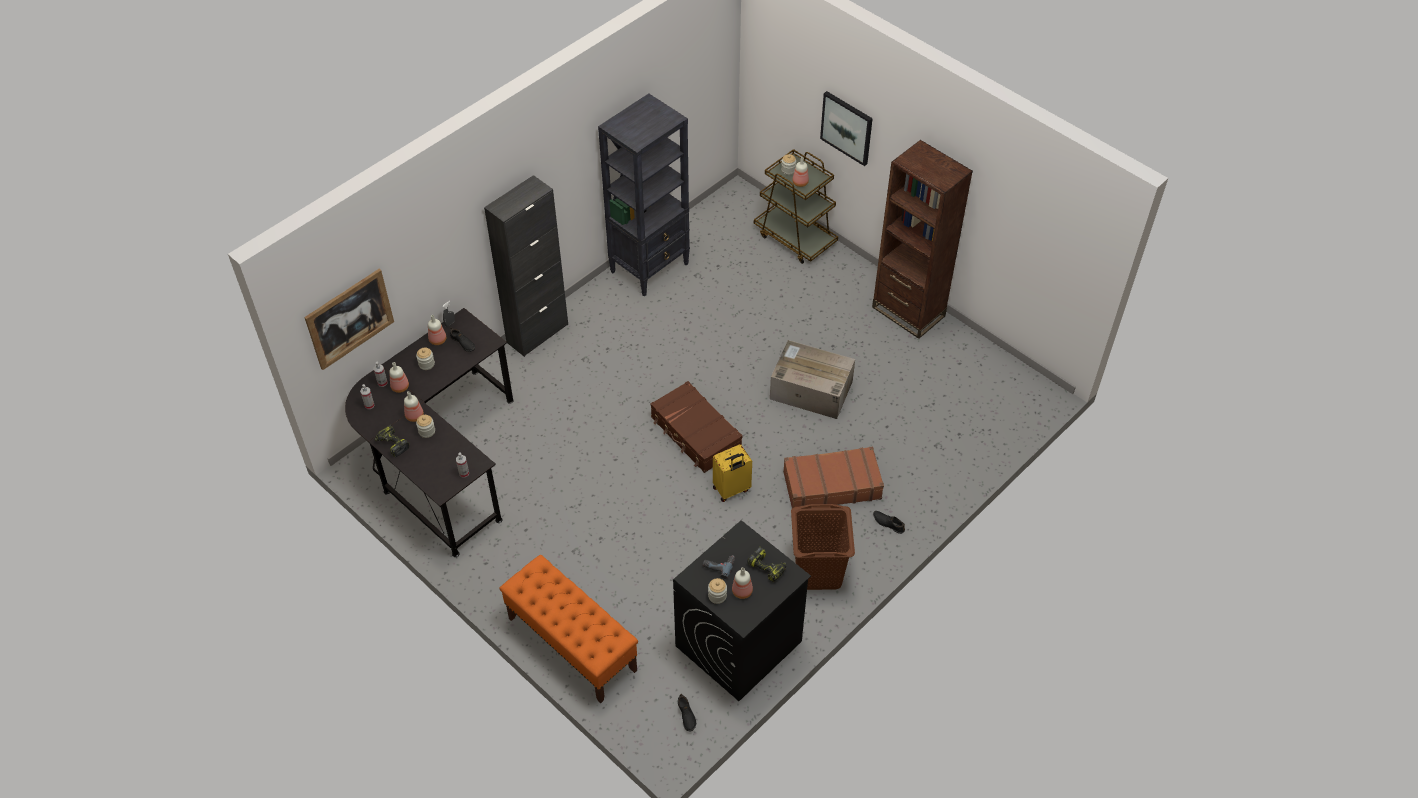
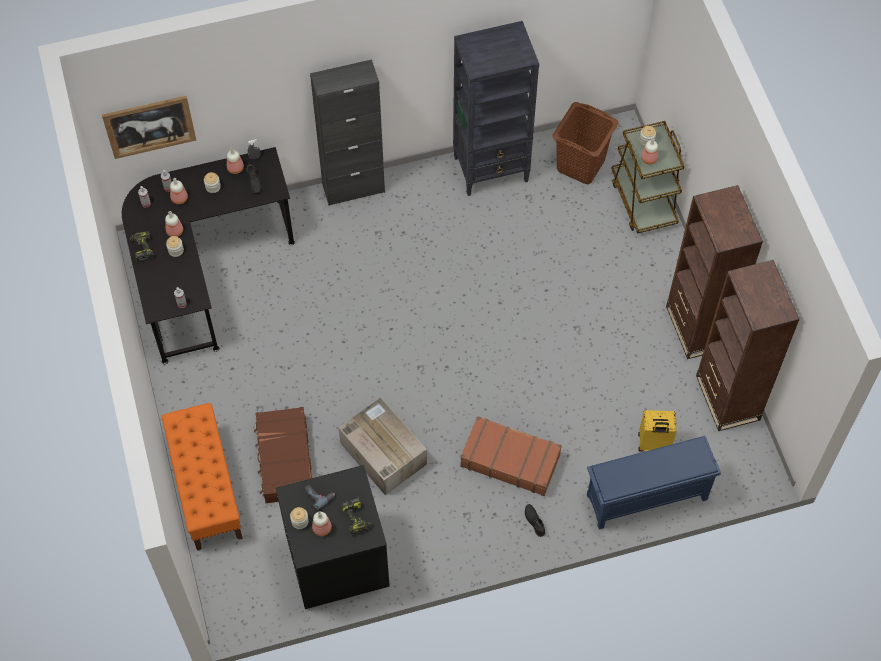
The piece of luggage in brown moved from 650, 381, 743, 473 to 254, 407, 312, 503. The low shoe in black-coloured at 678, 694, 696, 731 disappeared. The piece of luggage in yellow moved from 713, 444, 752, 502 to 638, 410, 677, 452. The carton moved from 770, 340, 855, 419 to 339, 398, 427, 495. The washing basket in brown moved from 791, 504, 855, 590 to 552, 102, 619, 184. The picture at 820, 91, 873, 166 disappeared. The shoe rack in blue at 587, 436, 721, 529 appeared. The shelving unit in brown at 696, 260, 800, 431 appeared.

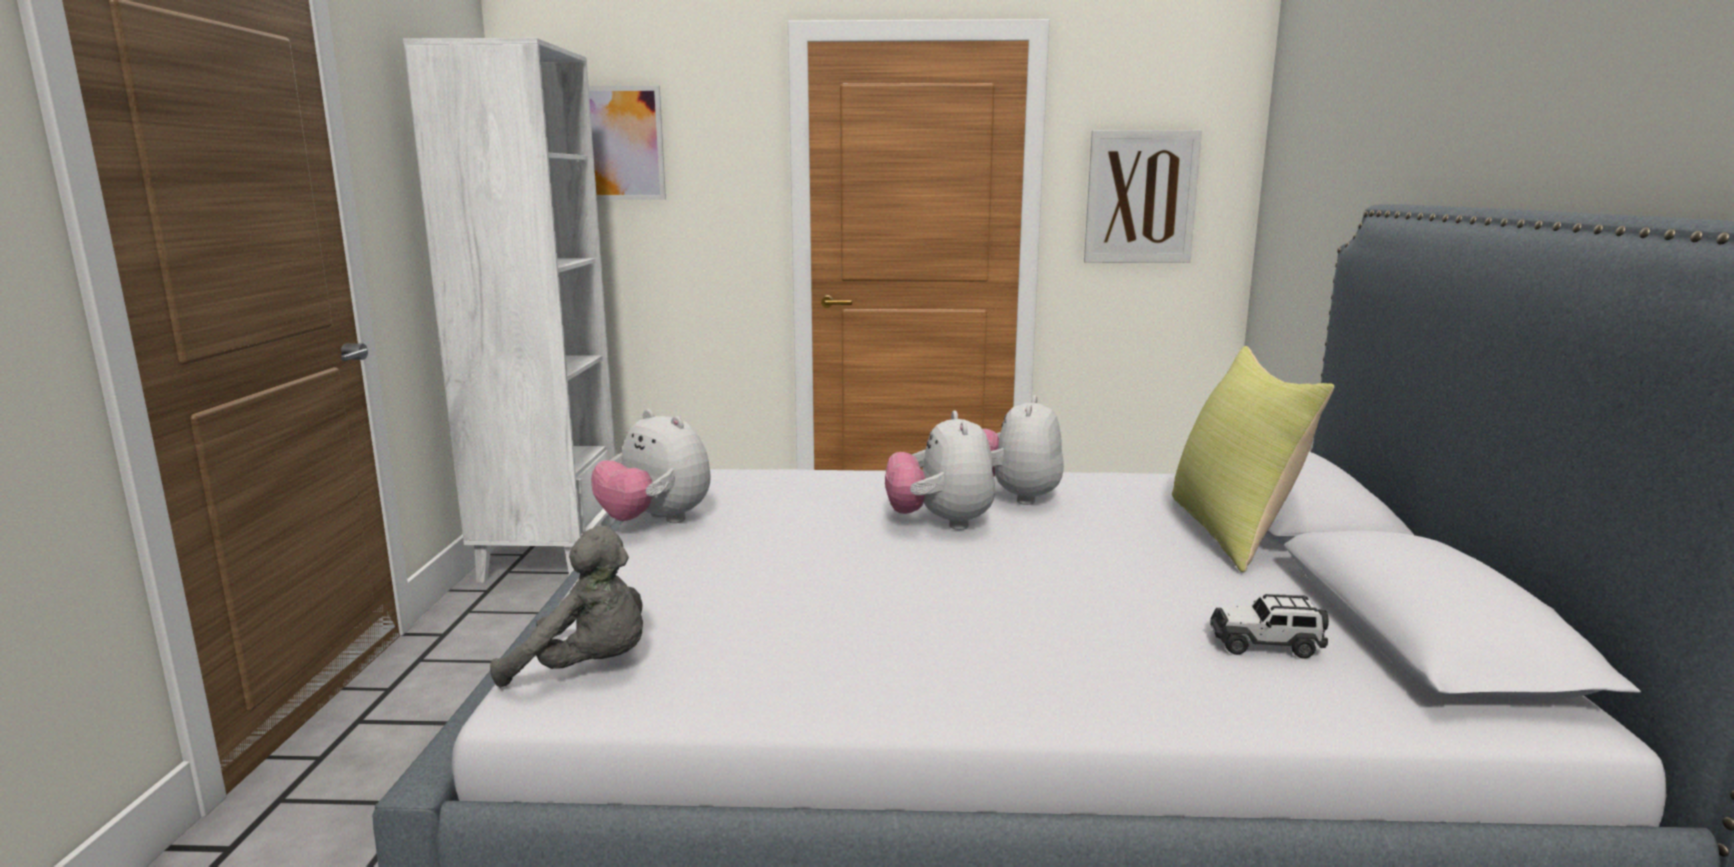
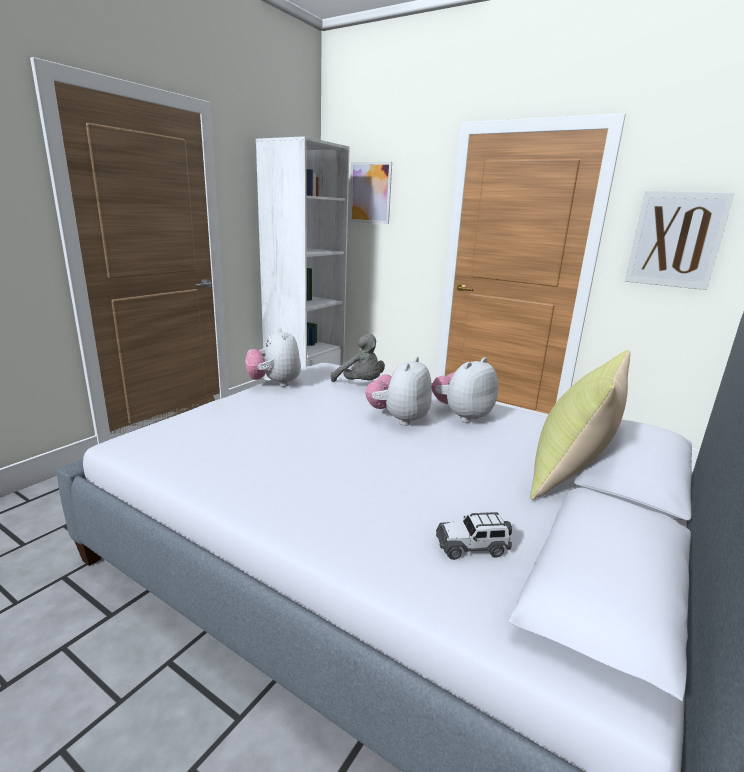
The cuddly toy in grey moved from 490, 526, 643, 688 to 331, 333, 385, 382. The toy car at 1210, 594, 1329, 659 turned 45 degrees counterclockwise.

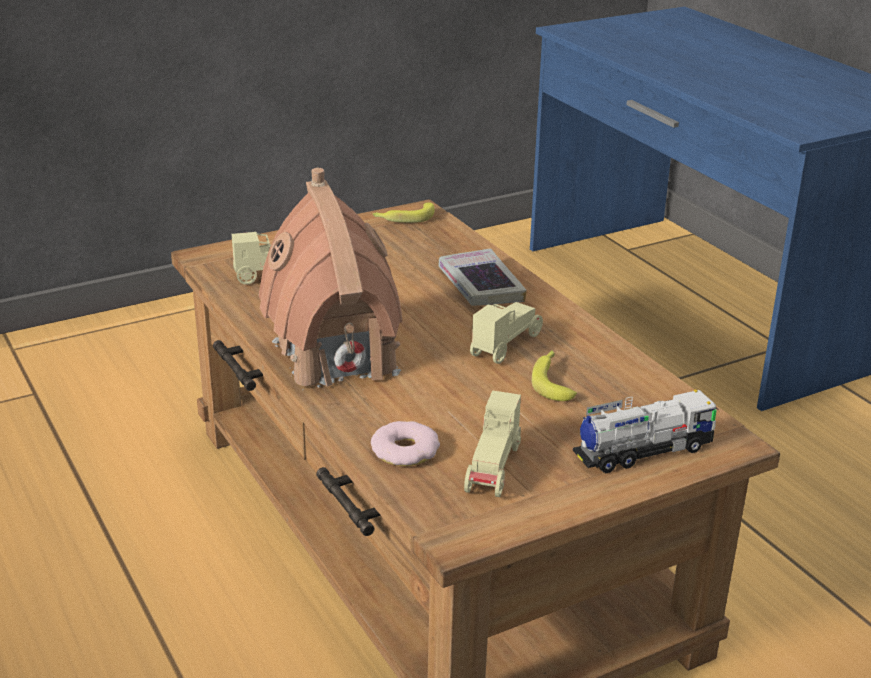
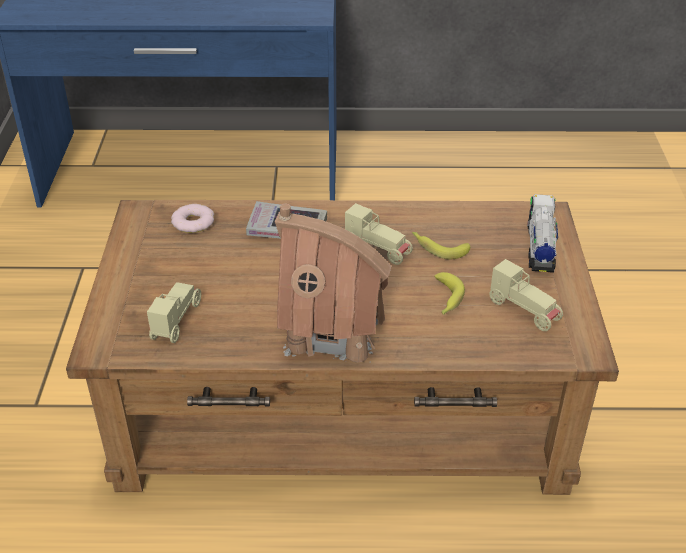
The doughnut moved from 371, 421, 440, 466 to 171, 204, 214, 233. The banana fruit moved from 372, 202, 435, 223 to 434, 272, 465, 315. The toy car in sand-coloured at 470, 302, 543, 364 turned 150 degrees clockwise.

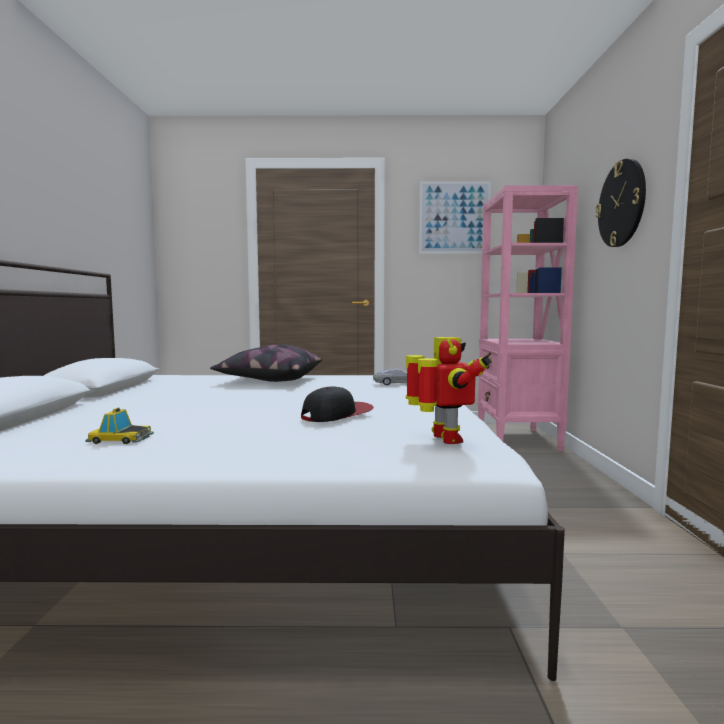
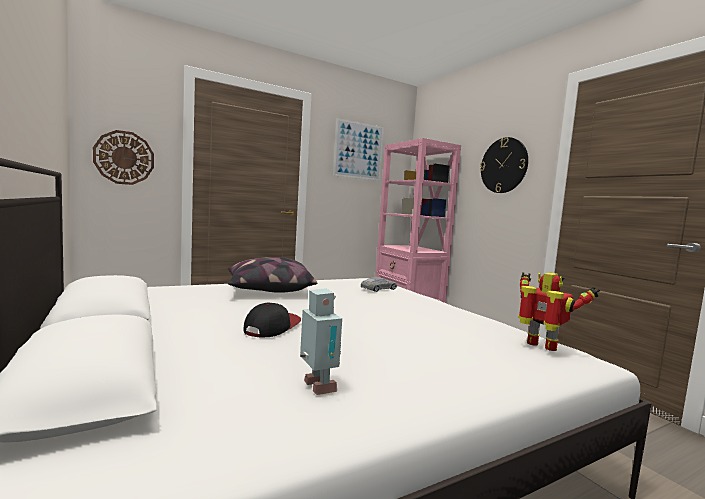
The toy car at 85, 408, 154, 444 was replaced by the model robot at 300, 288, 342, 395. The baseball cap moved from 301, 386, 374, 422 to 243, 303, 301, 337. The hanging clock at 93, 130, 154, 185 appeared.

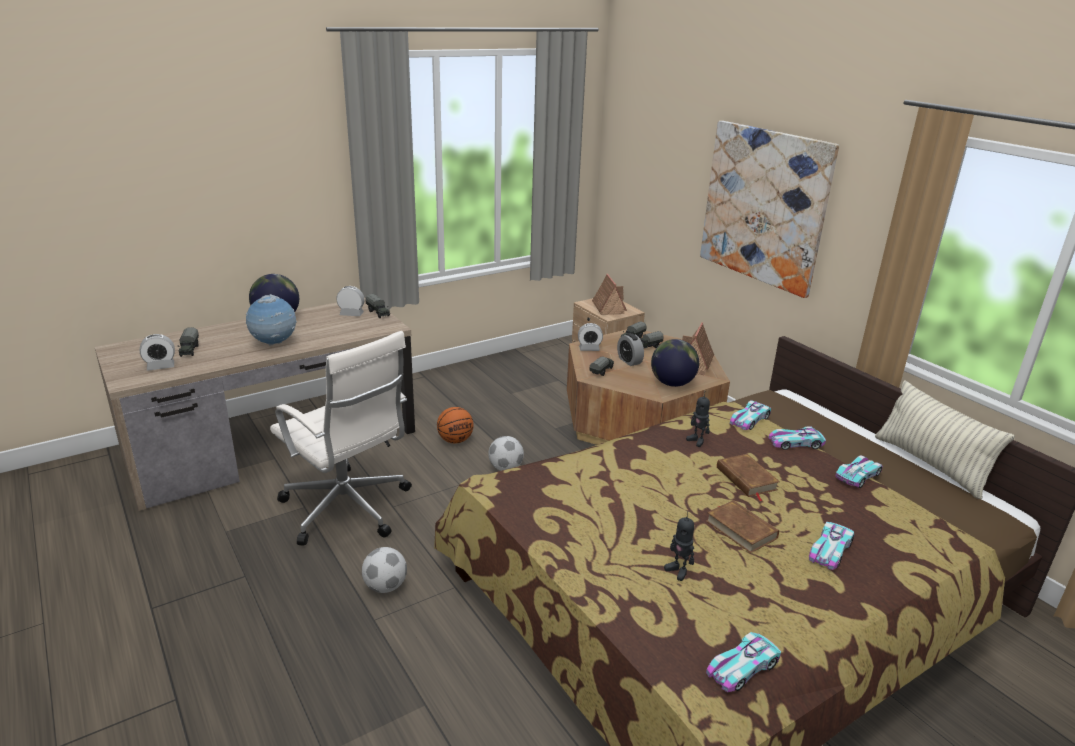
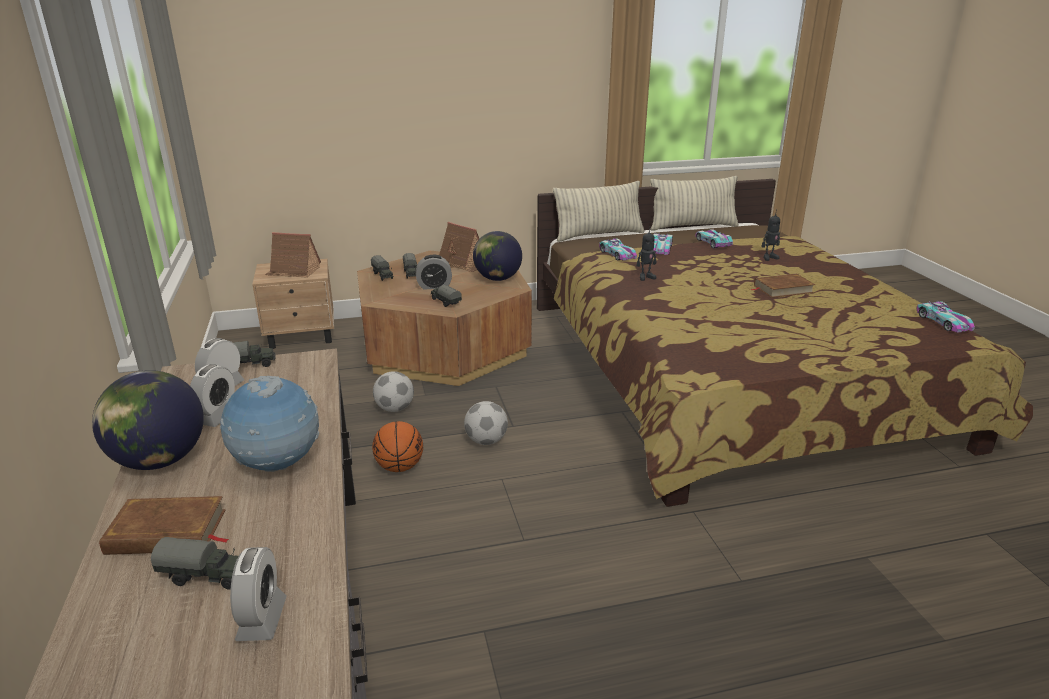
The computer chair in whitish at 270, 331, 412, 546 disappeared. The football ball moved from 362, 547, 407, 593 to 373, 371, 414, 412. The table clock moved from 578, 323, 603, 351 to 190, 364, 235, 427. The model robot moved from 664, 511, 694, 581 to 761, 214, 780, 261. The picture at 700, 121, 839, 298 disappeared. The book in brown moved from 717, 454, 780, 501 to 99, 496, 229, 555. The toy car at 809, 522, 854, 570 disappeared. The cushion at 553, 181, 644, 242 appeared.

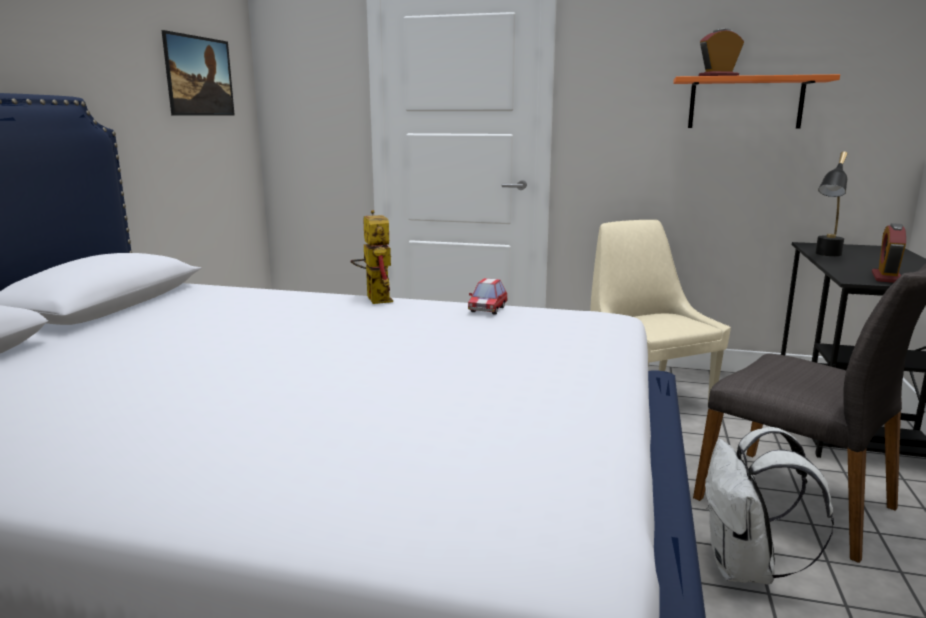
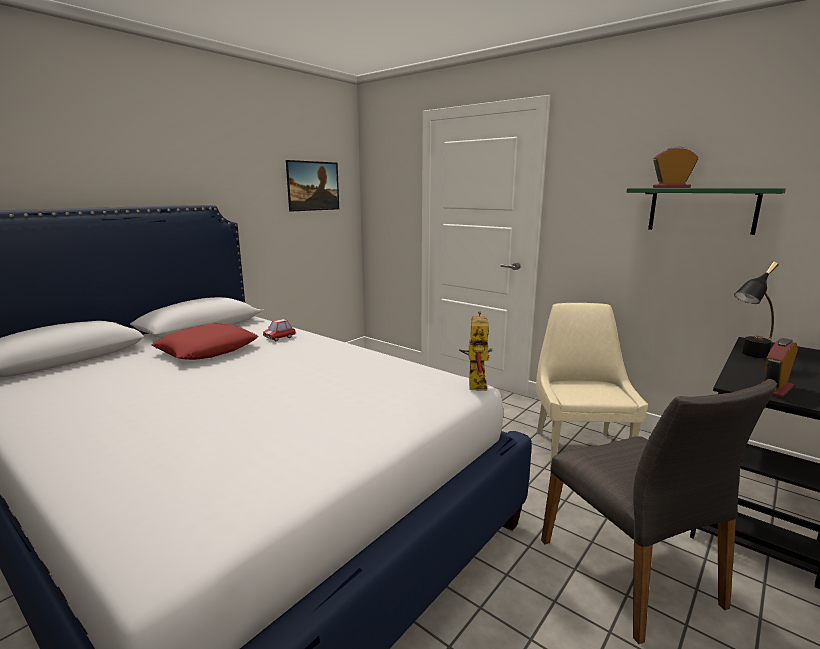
The model robot moved from 351, 210, 393, 304 to 459, 311, 493, 391. The toy car moved from 468, 278, 508, 315 to 263, 319, 296, 341. The shelf in orange-coloured at 673, 74, 840, 129 became the shelf in green at 627, 188, 786, 235. The backpack in whitish at 705, 427, 834, 585 disappeared. The cushion in reddish at 151, 324, 259, 360 appeared.

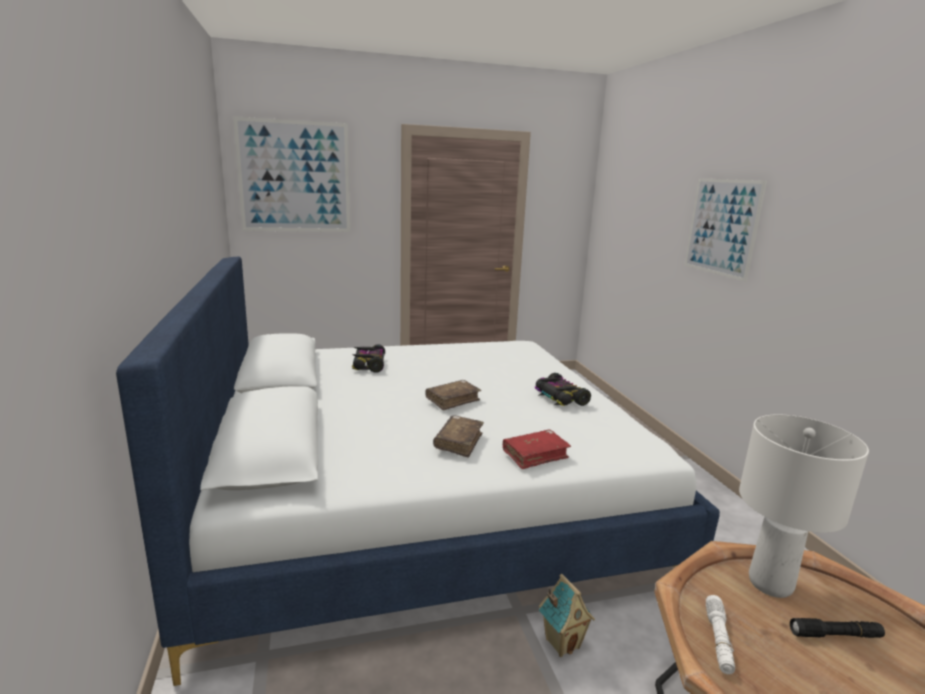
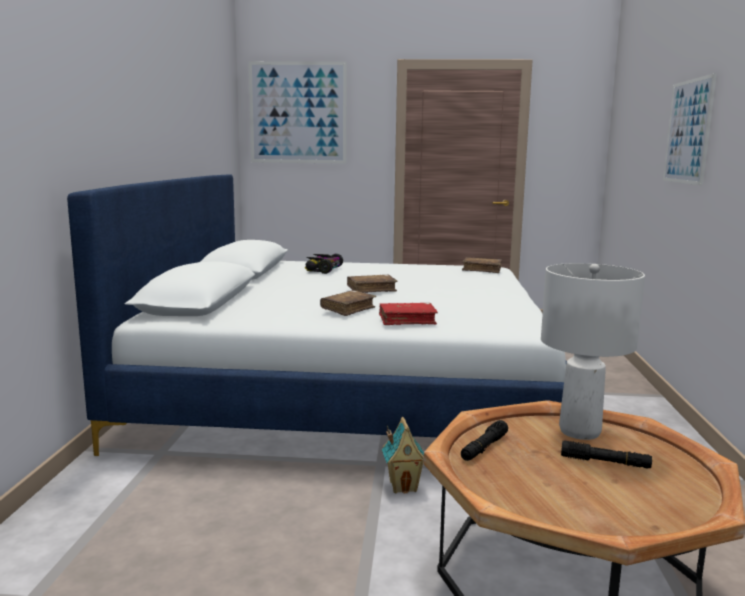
The toy car at 534, 373, 591, 406 disappeared. The flashlight in whitish at 706, 595, 735, 674 became the flashlight in black-coloured at 461, 420, 508, 461. The book in brown at 462, 257, 502, 273 appeared.

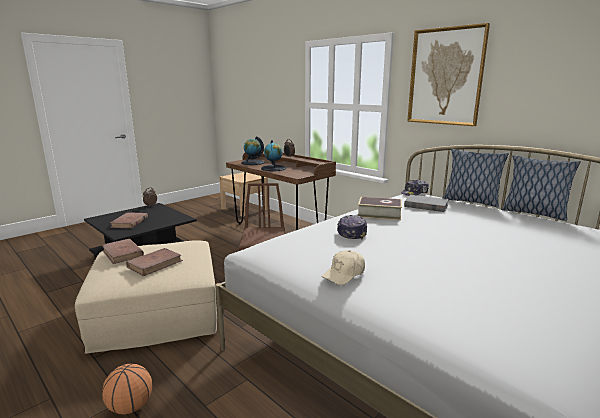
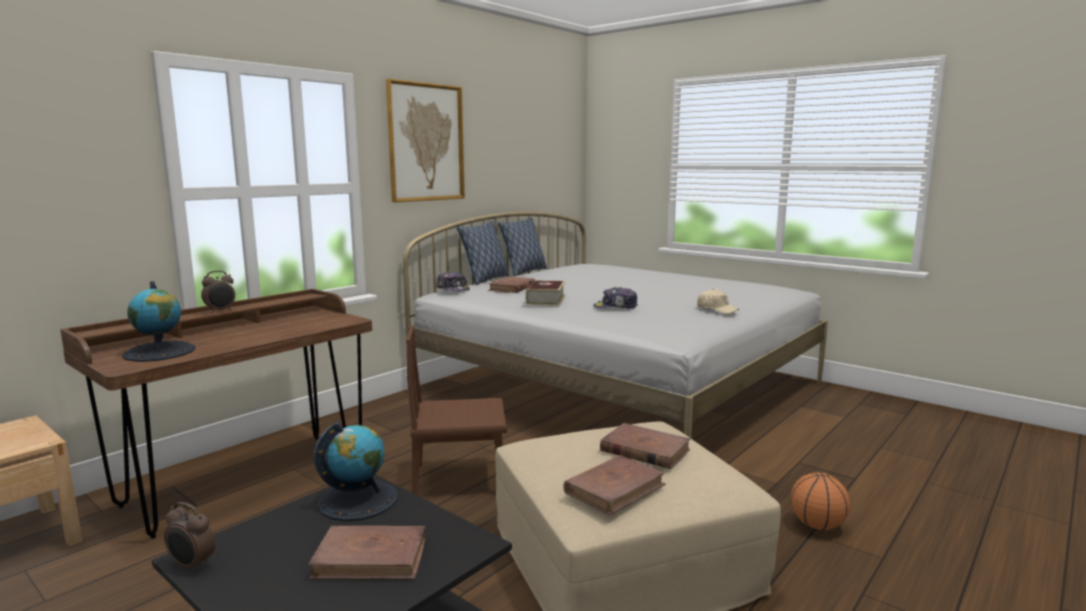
The globe moved from 261, 140, 286, 171 to 314, 422, 398, 521. The book in grey at 404, 195, 449, 212 became the book in brown at 488, 277, 535, 293.

